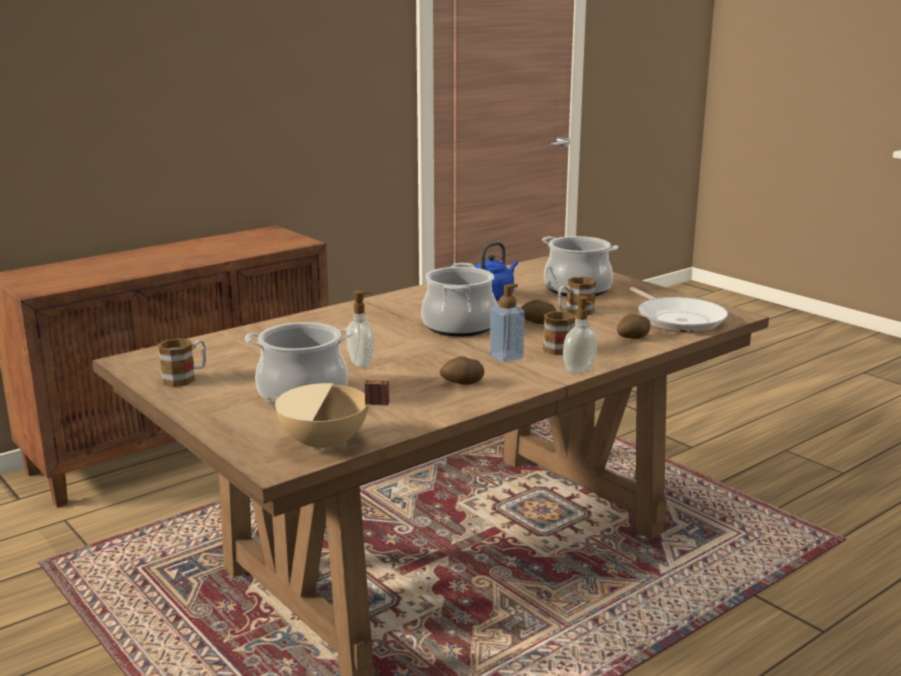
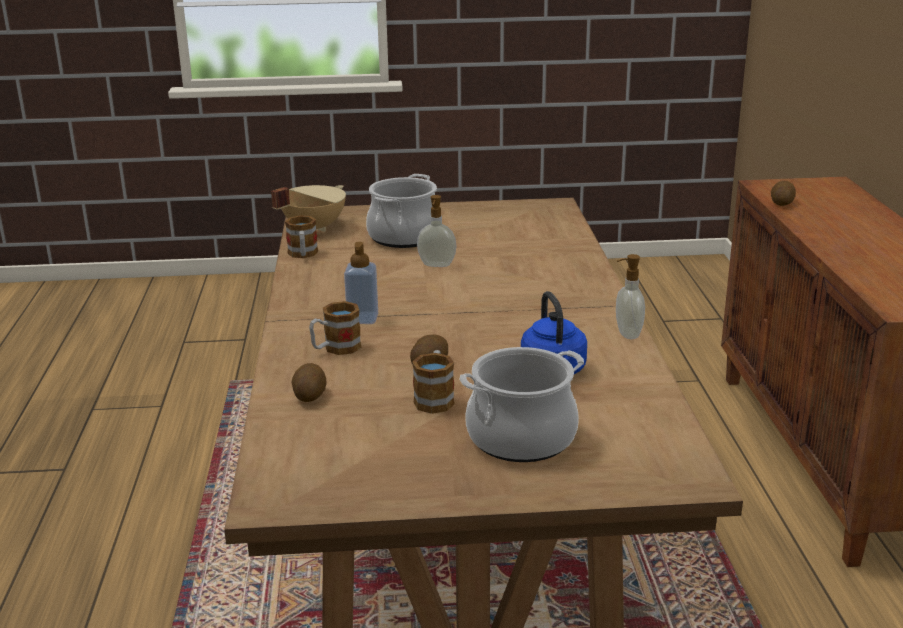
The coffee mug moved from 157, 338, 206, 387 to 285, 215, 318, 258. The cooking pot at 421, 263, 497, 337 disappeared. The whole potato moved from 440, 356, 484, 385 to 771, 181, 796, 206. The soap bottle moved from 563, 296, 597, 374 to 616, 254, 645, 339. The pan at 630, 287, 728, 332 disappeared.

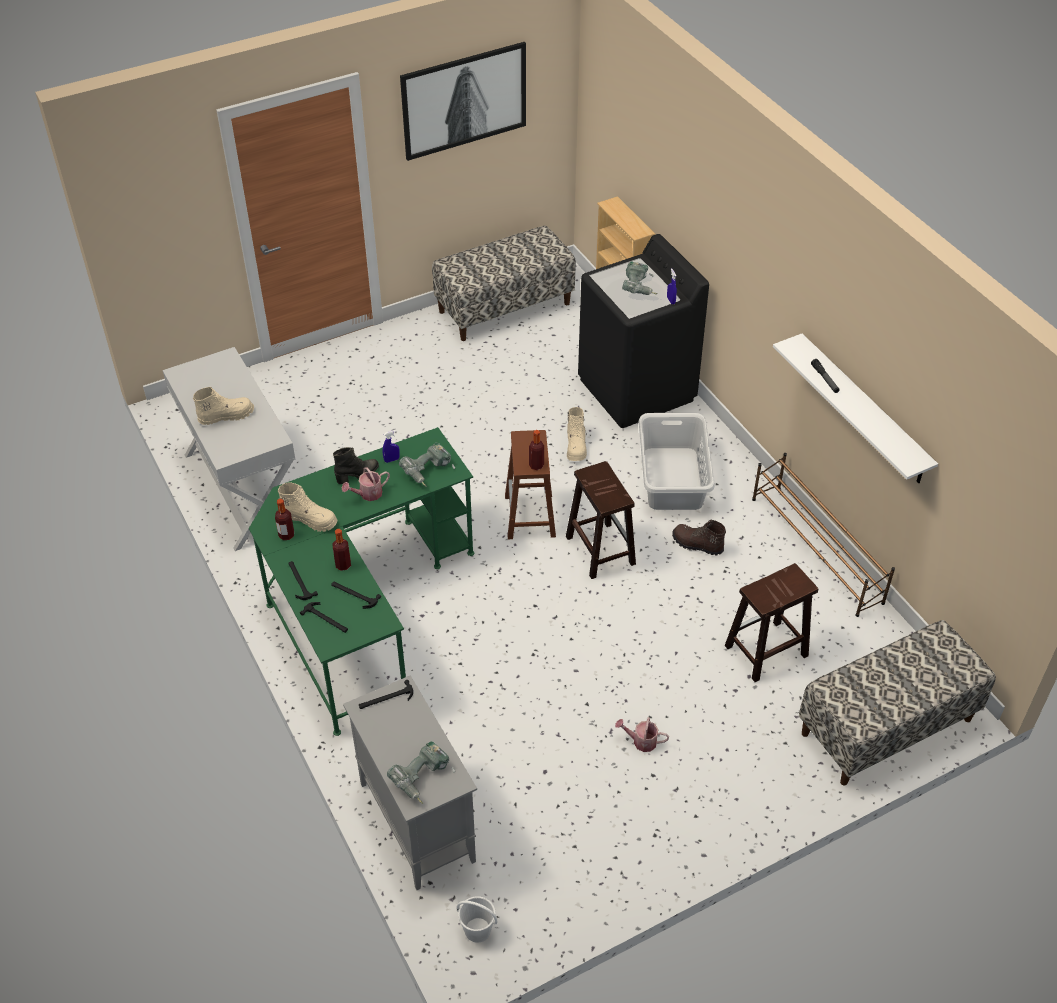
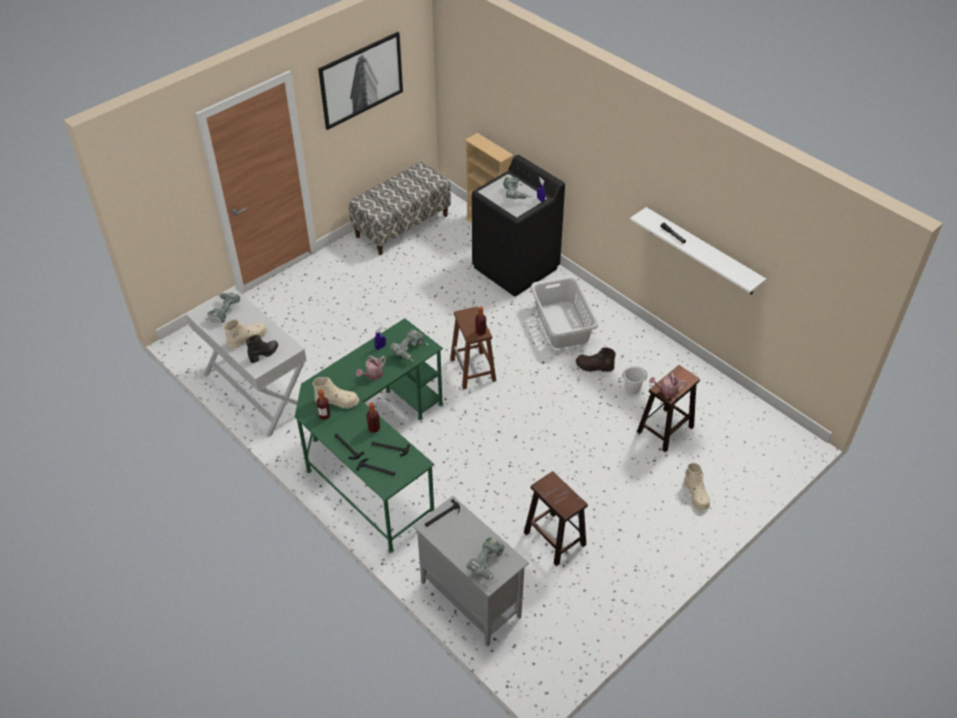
The tall boot in black-coloured moved from 333, 447, 379, 484 to 246, 335, 278, 363. The pail in whitish moved from 457, 896, 497, 943 to 622, 366, 647, 394. The sitting stool in brown moved from 566, 461, 636, 579 to 524, 471, 588, 566. The tall boot in sand-coloured moved from 567, 407, 587, 461 to 684, 463, 710, 510. The watering pot moved from 615, 717, 669, 752 to 649, 372, 687, 397. The shoe rack in brown at 752, 453, 895, 617 disappeared. The bench at 799, 620, 996, 786 disappeared. The power drill at 205, 293, 240, 323 appeared.

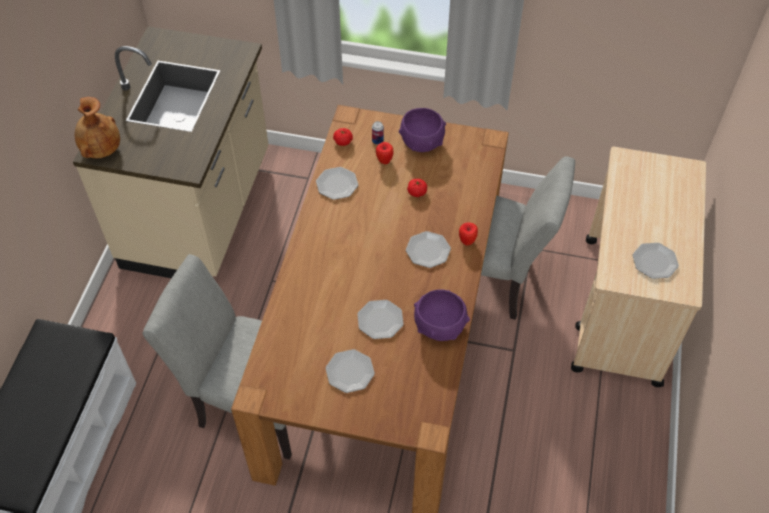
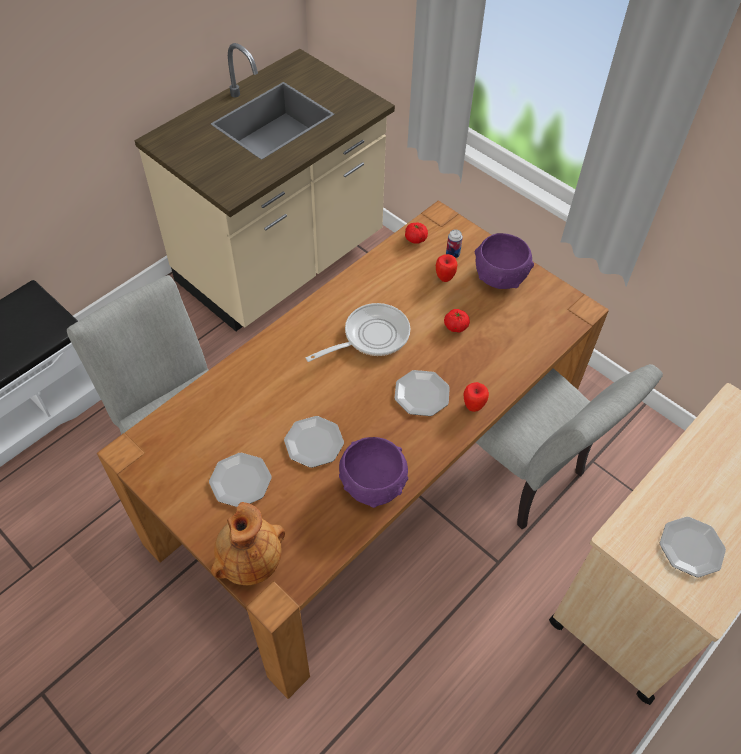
The decorative vase in brown moved from 75, 97, 120, 159 to 211, 502, 285, 585. The plate at 316, 167, 358, 200 disappeared. The pan at 306, 303, 410, 362 appeared.

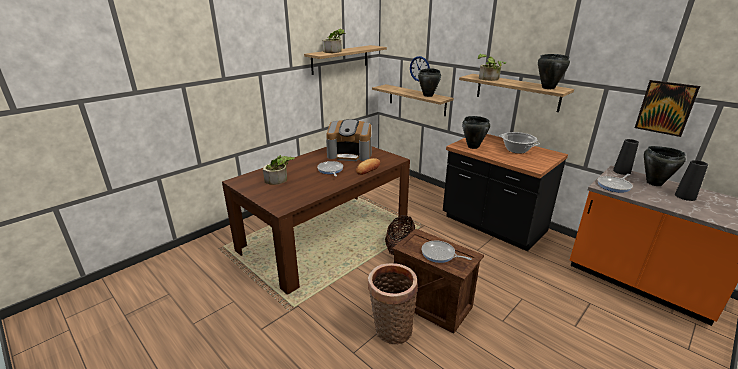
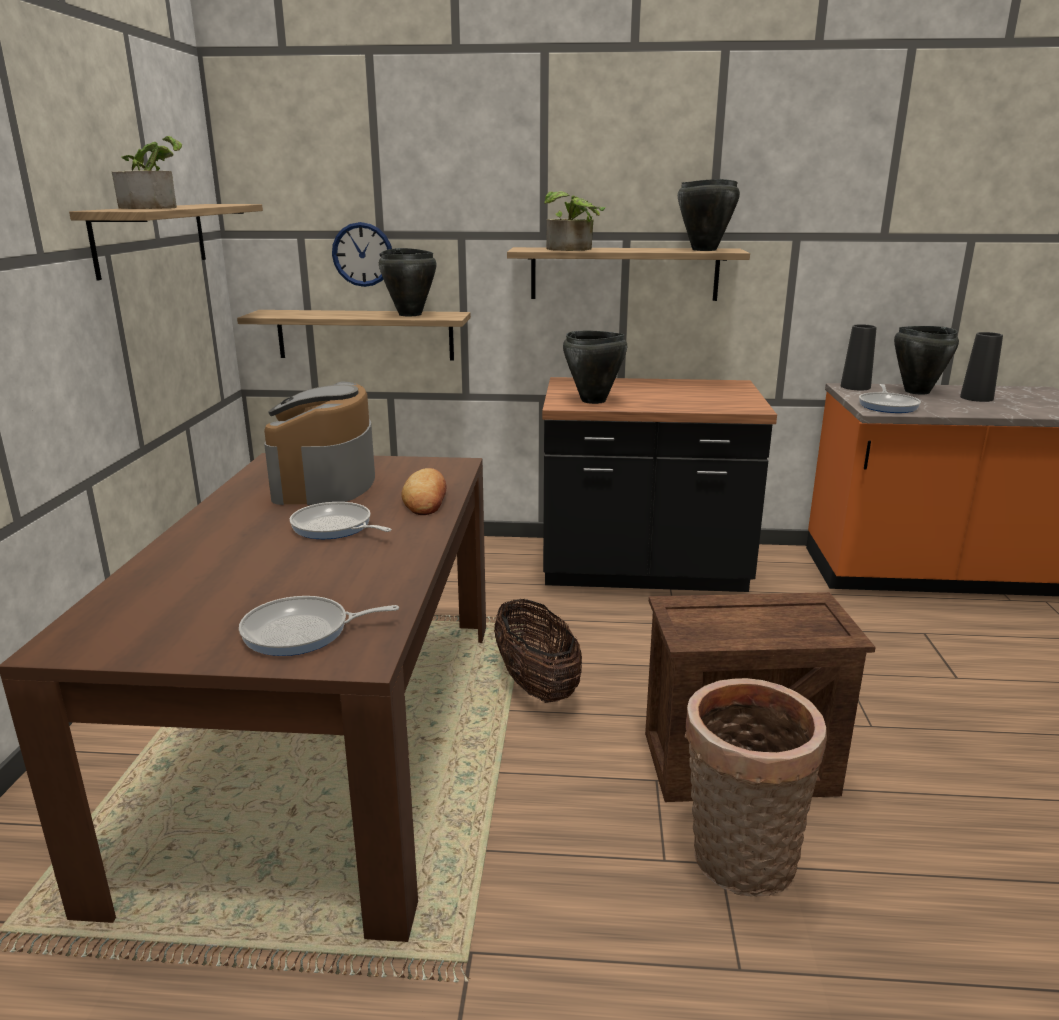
The houseplant at 263, 155, 295, 185 disappeared. The coffee maker at 326, 119, 372, 161 turned 120 degrees clockwise. The pan moved from 422, 240, 472, 263 to 239, 596, 399, 656. The cooking pot at 499, 132, 540, 154 disappeared. The picture at 635, 80, 700, 137 disappeared.

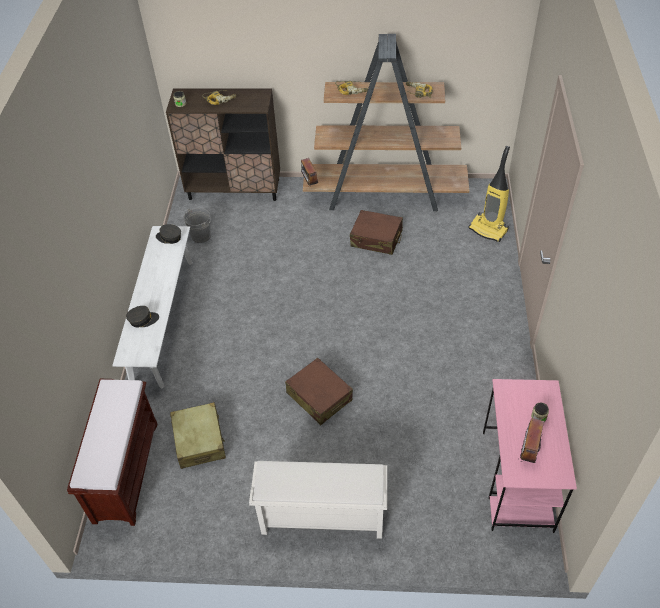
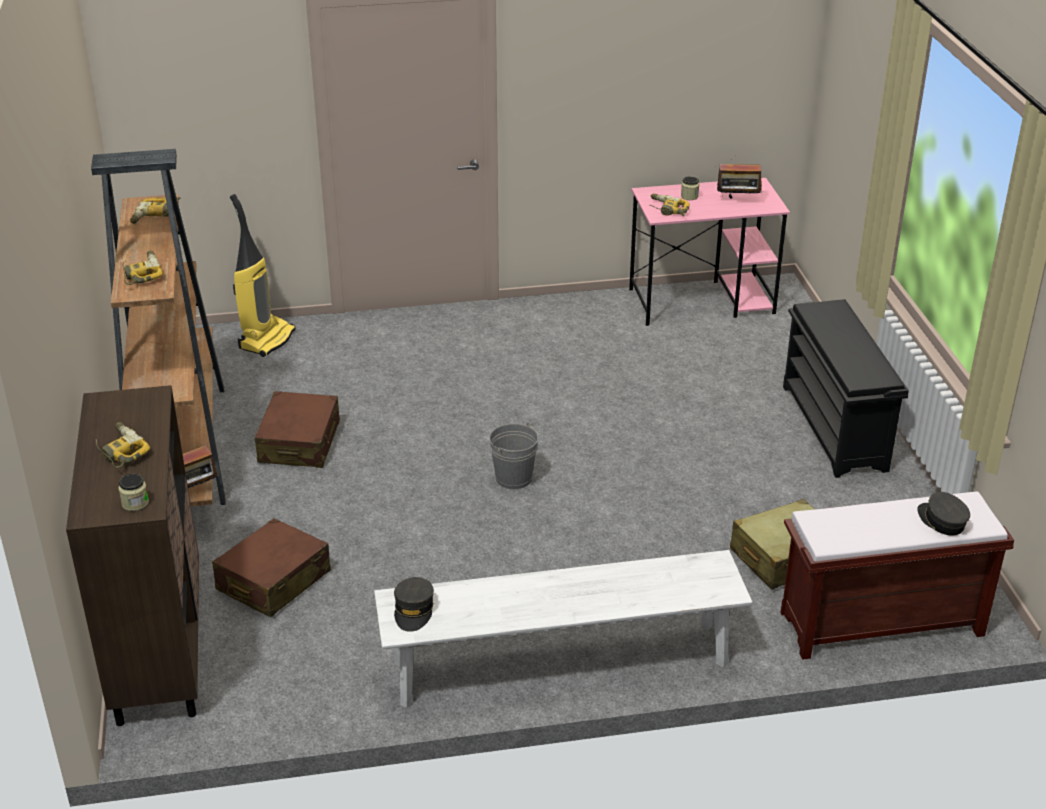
The baseball cap in grey moved from 126, 306, 159, 328 to 917, 492, 970, 536. The pail in grey moved from 184, 208, 211, 243 to 489, 423, 539, 489. The shoe rack in whitish at 249, 461, 387, 539 became the shoe rack in black-coloured at 783, 299, 909, 478. The piece of luggage in brown moved from 285, 358, 353, 425 to 212, 518, 331, 617. The power drill at 649, 194, 690, 216 appeared.

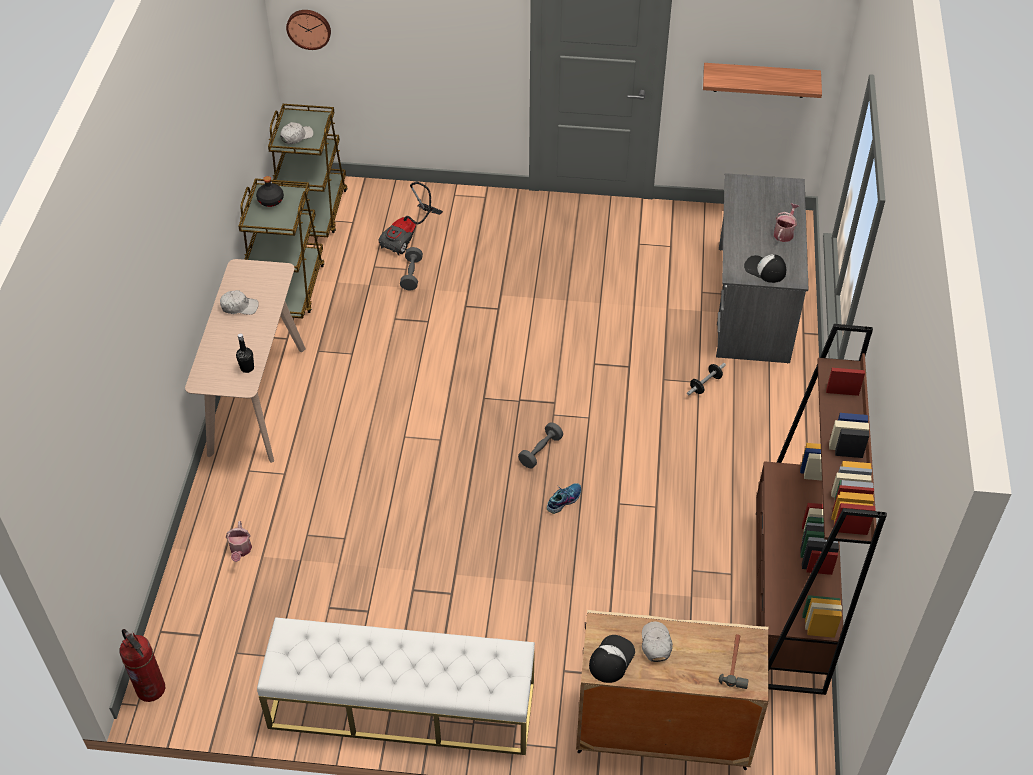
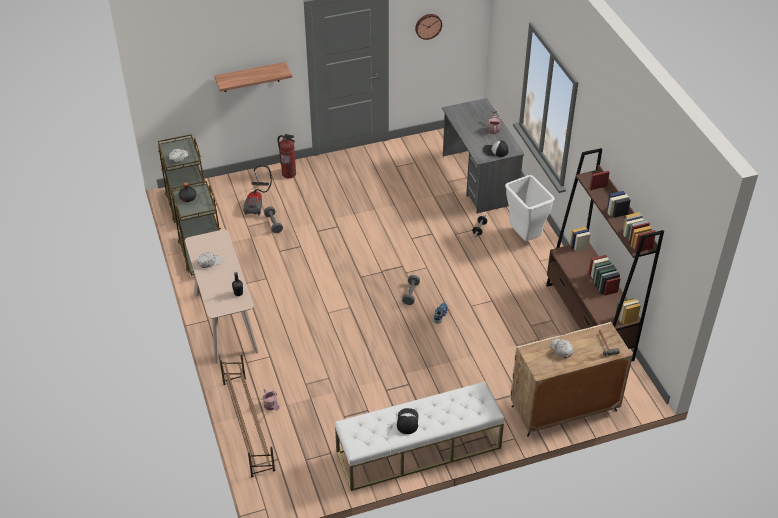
The fire-fighting cylinder moved from 119, 629, 165, 702 to 278, 134, 296, 179. The hanging clock moved from 286, 10, 331, 50 to 415, 14, 442, 40. The baseball cap moved from 589, 635, 635, 683 to 397, 408, 418, 434. The shelf moved from 703, 63, 822, 98 to 214, 62, 292, 92. The shoe rack in brown at 220, 355, 275, 477 appeared. The waste bin in whitish at 505, 175, 555, 241 appeared.

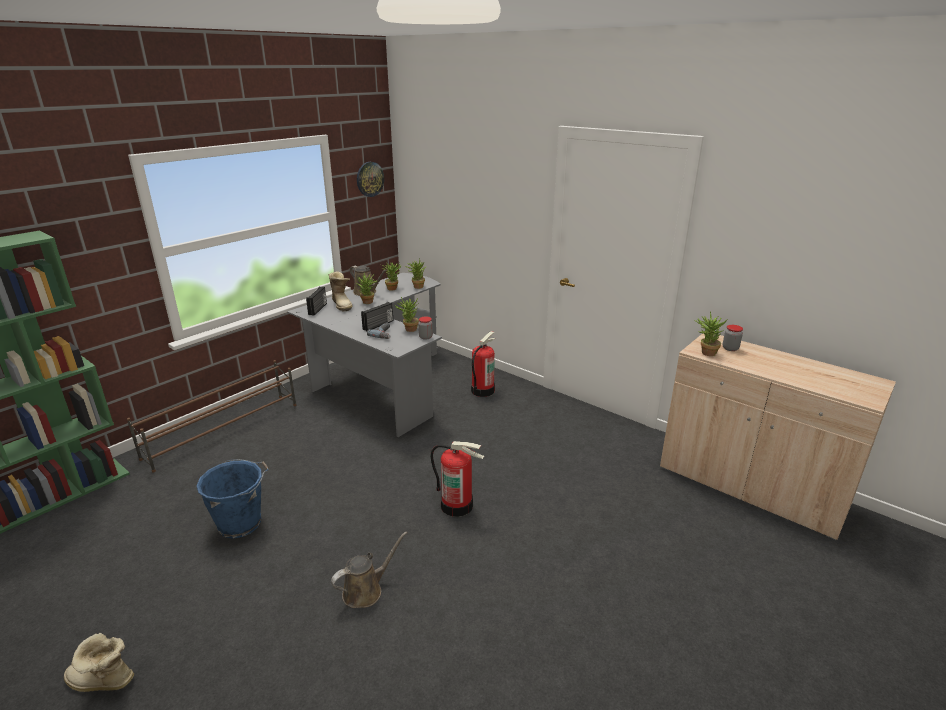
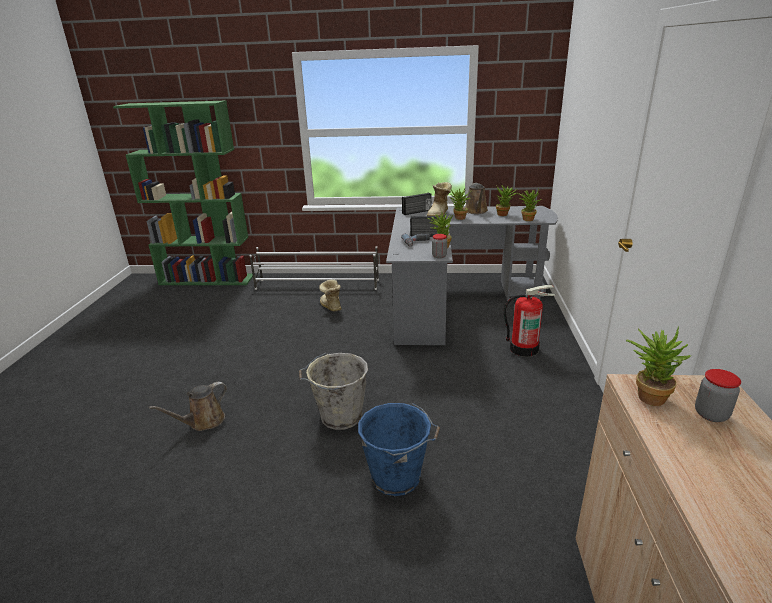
The tall boot moved from 64, 633, 134, 692 to 319, 280, 341, 312. The shoe rack in brown at 127, 360, 296, 473 became the shoe rack in whitish at 249, 246, 379, 290. The pail in blue moved from 196, 459, 269, 539 to 358, 403, 440, 496. The watering pot in brown at 331, 532, 407, 608 turned 120 degrees clockwise. The hanging clock at 357, 162, 384, 197 disappeared. The fire-fighting cylinder at 430, 441, 485, 517 was replaced by the pail in grey at 299, 353, 368, 430.

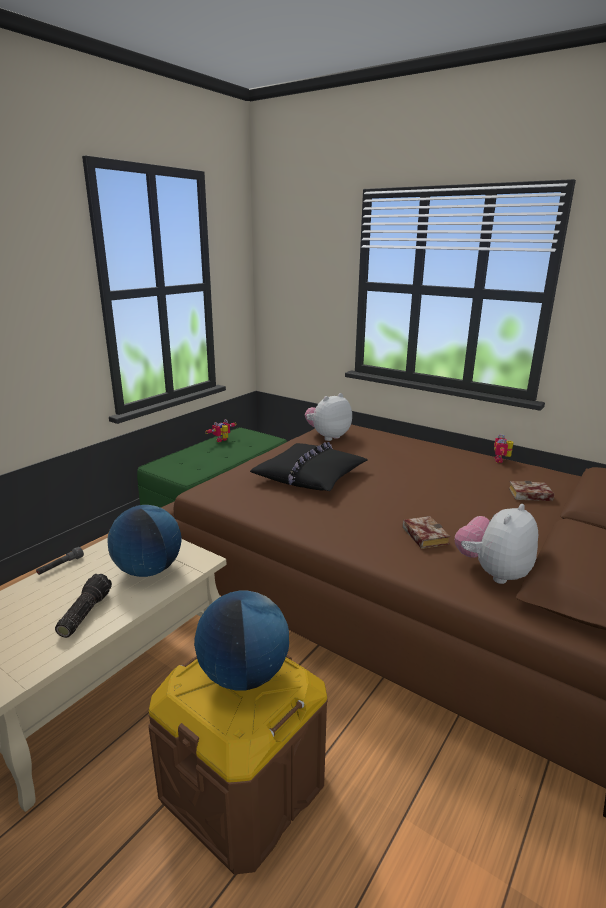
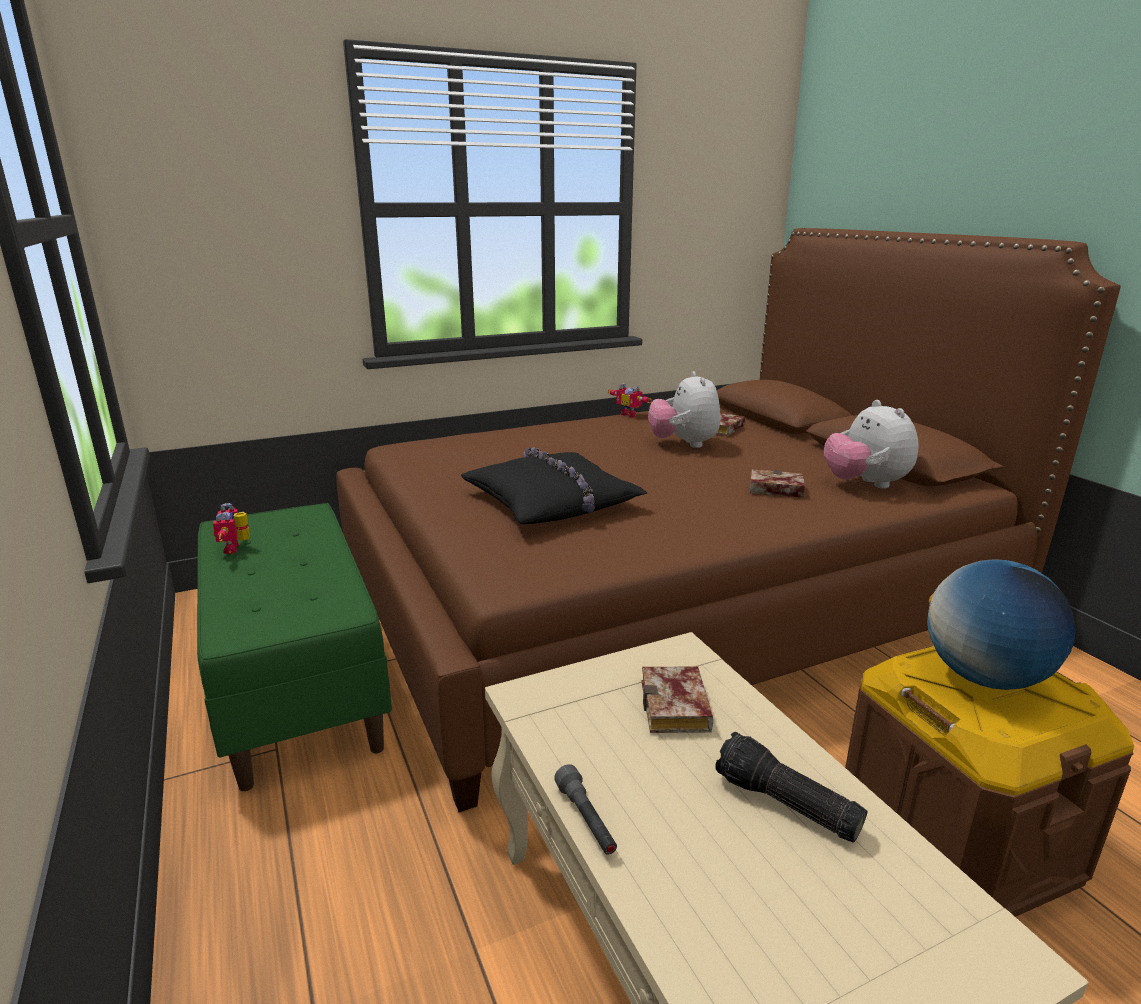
The globe at 107, 505, 181, 577 was replaced by the book at 642, 666, 713, 733. The cuddly toy moved from 305, 393, 352, 441 to 648, 371, 720, 448.

